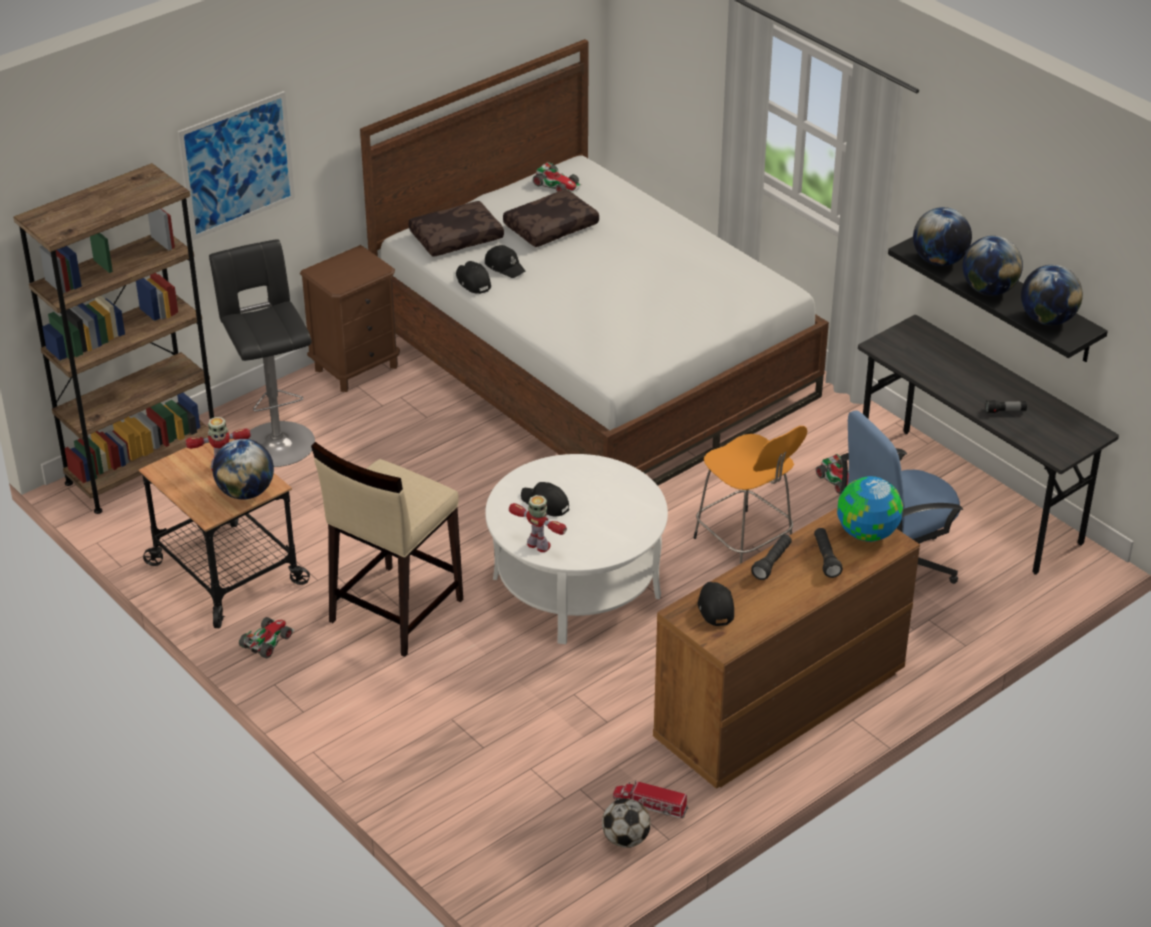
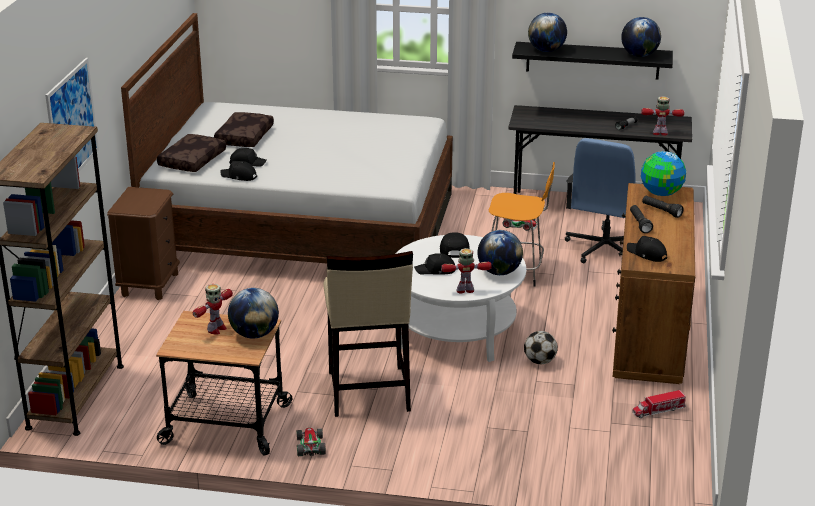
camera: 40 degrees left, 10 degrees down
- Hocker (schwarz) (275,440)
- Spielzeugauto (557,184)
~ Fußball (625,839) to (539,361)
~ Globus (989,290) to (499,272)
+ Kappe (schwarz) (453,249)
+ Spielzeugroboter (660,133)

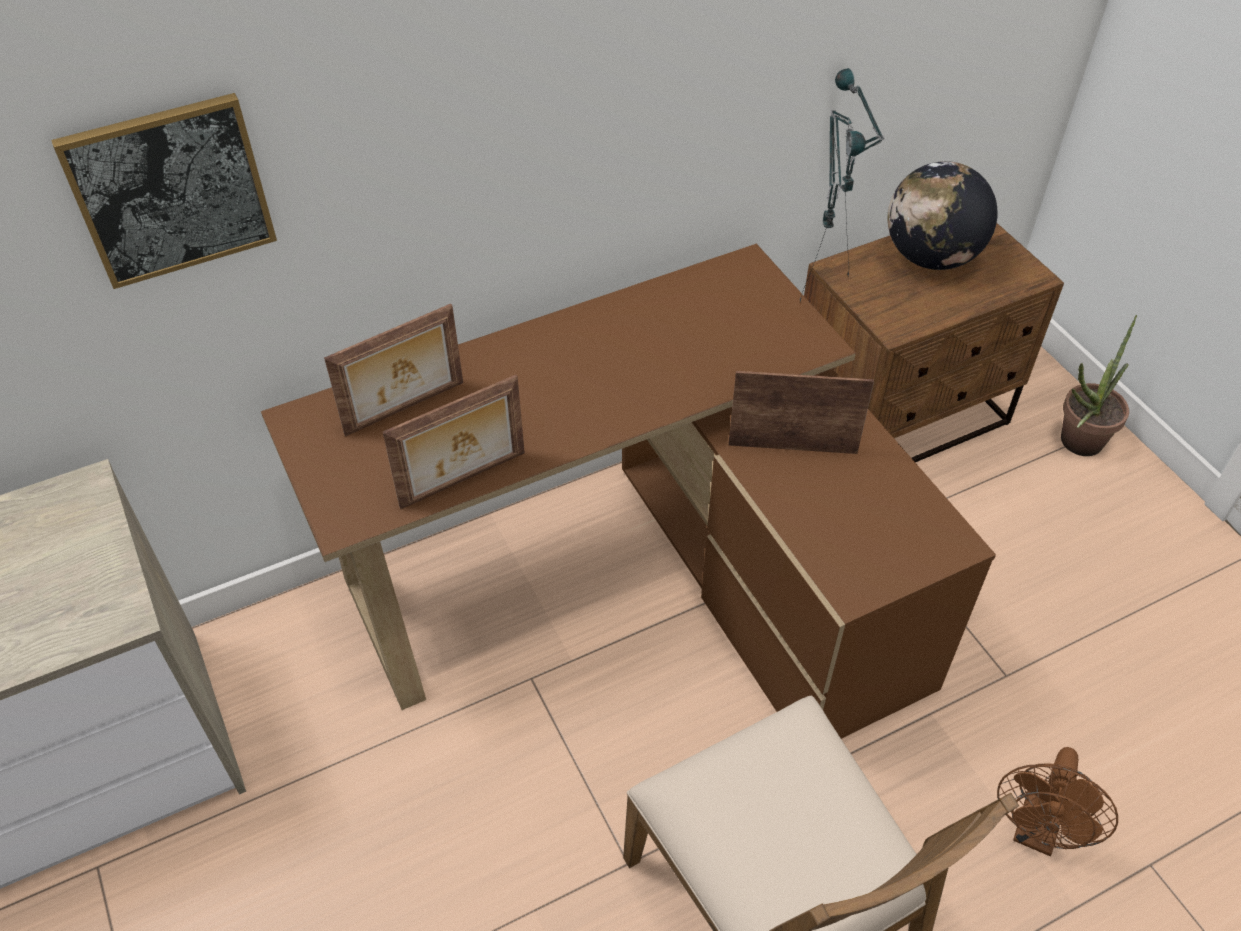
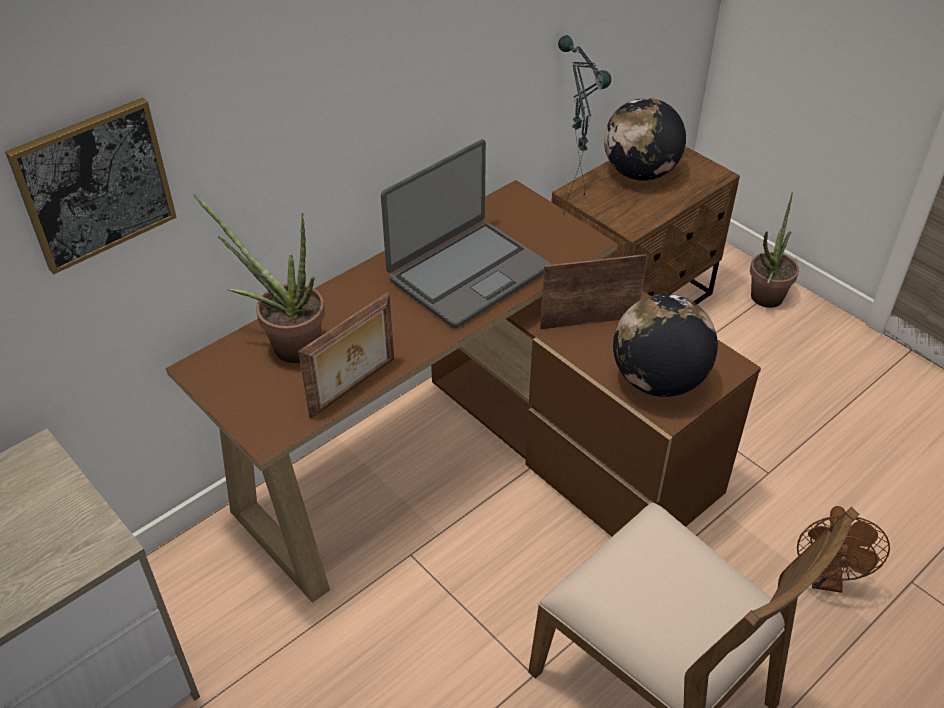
camera: 15 degrees left, 5 degrees down
~ Bilderrahmen (406,409) to Topfpflanze (287,345)
+ Laptop (467,274)
+ Globus (658,380)

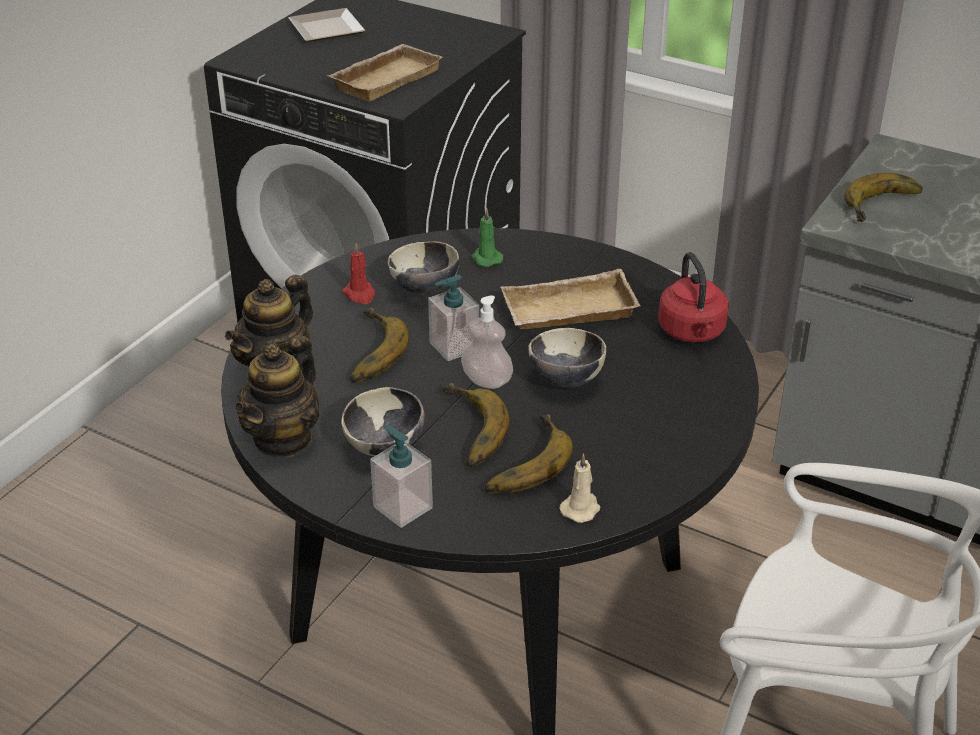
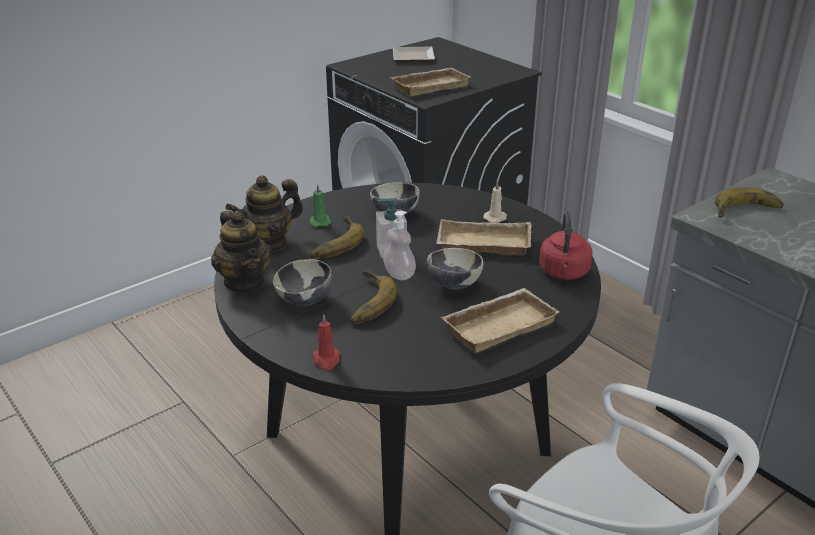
camera: 20 degrees right, 5 degrees down
~ Teekanne (283,439) = (245,282) 75 degrees counterclockwise
~ Kerze (rot) (360,294) to (326,360)
- Seifenspender (402,507)
~ Kerze (grün) (486,258) to (319,221)
- Banane (521,462)
~ Kerze (beige) (581,508) to (496,218)
+ Tablett (beige) (498,324)

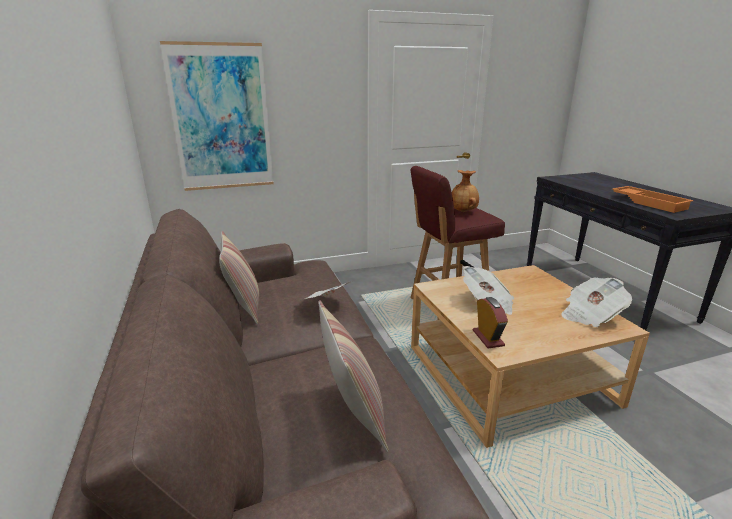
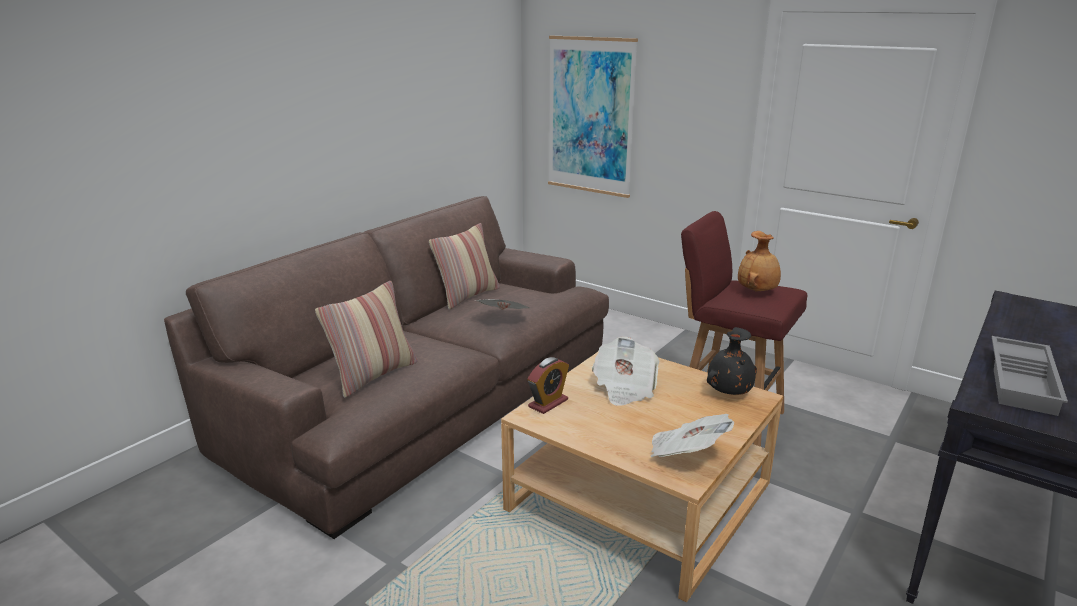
camera: 55 degrees right, 0 degrees up
~ Tablett (orange) (649,203) to Tablett (grau) (1024,382)
+ Vase (schwarz) (728,392)

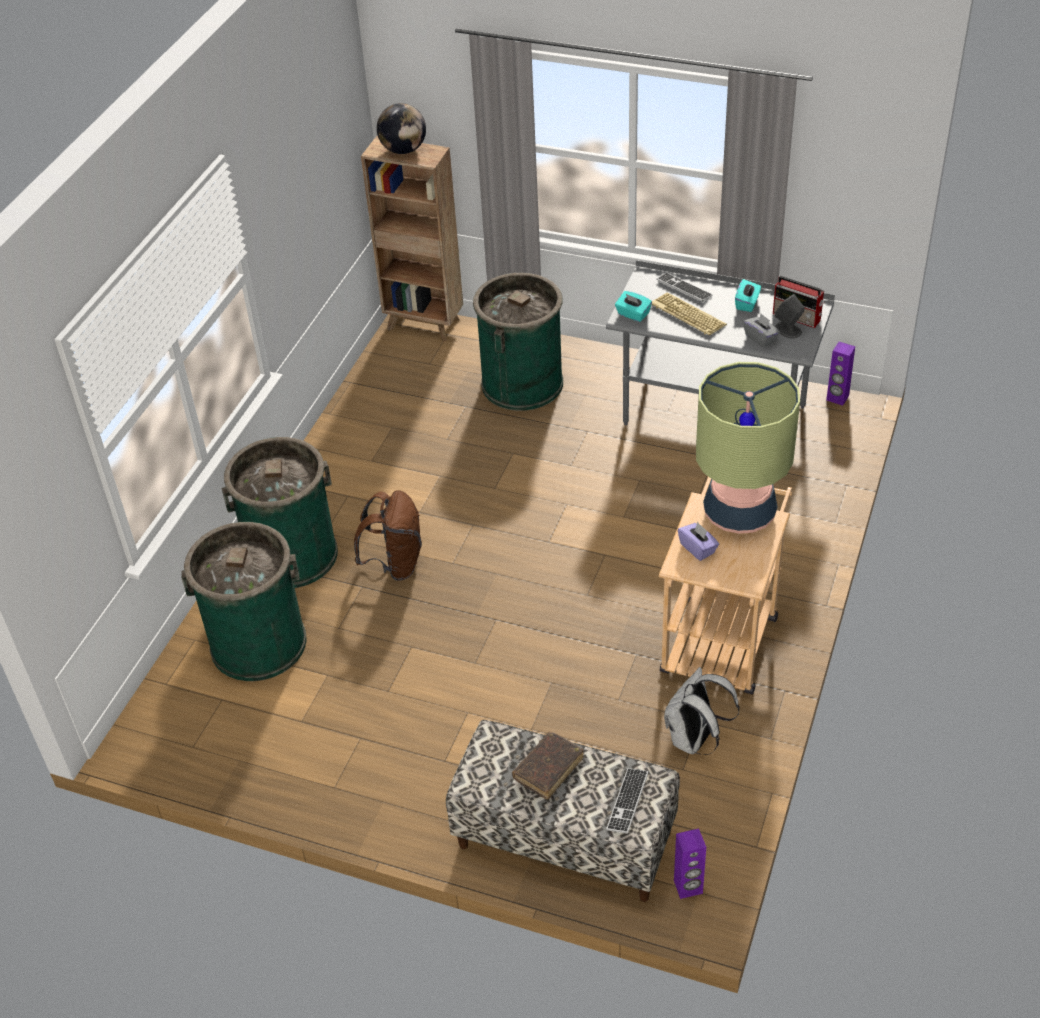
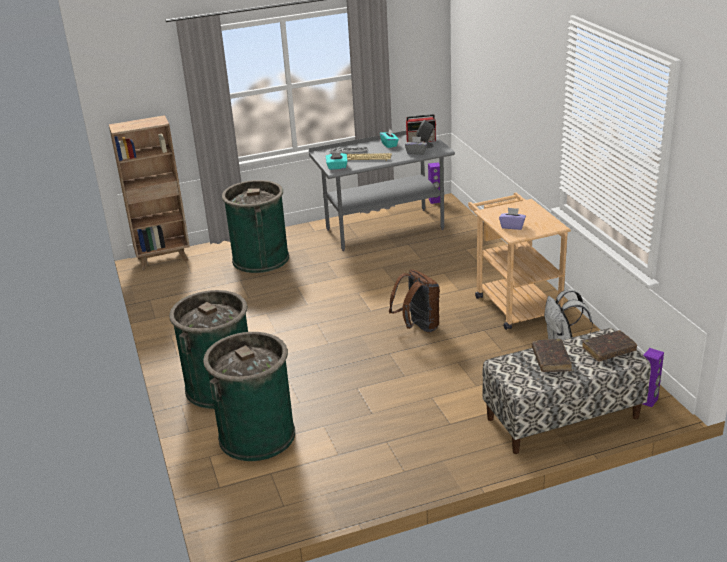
camera: 40 degrees left, 15 degrees down
~ Rucksack (braun) (395,564) to (418,327)
- Globus (403,150)
~ Tastatur (627,801) to Buch (braun) (608,350)
- Tischlampe (739,512)

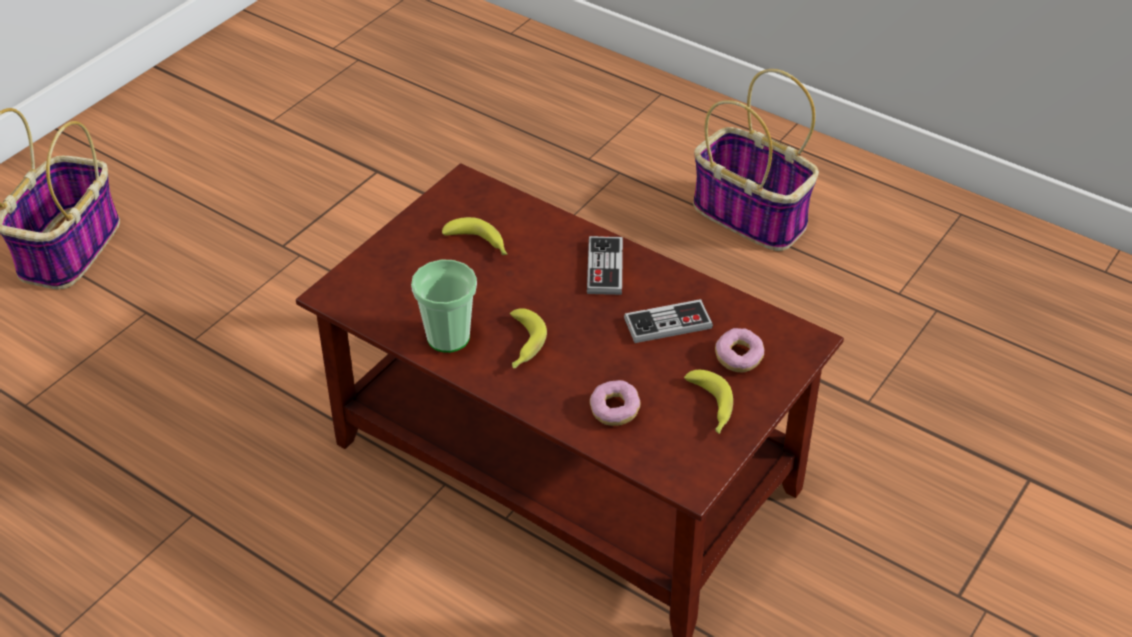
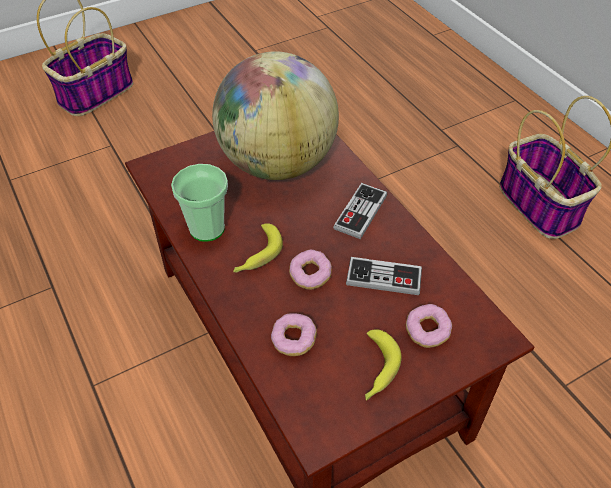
camera: 25 degrees right, 5 degrees up
~ Banane (479,244) to Globus (277,163)
+ Donut (310,275)

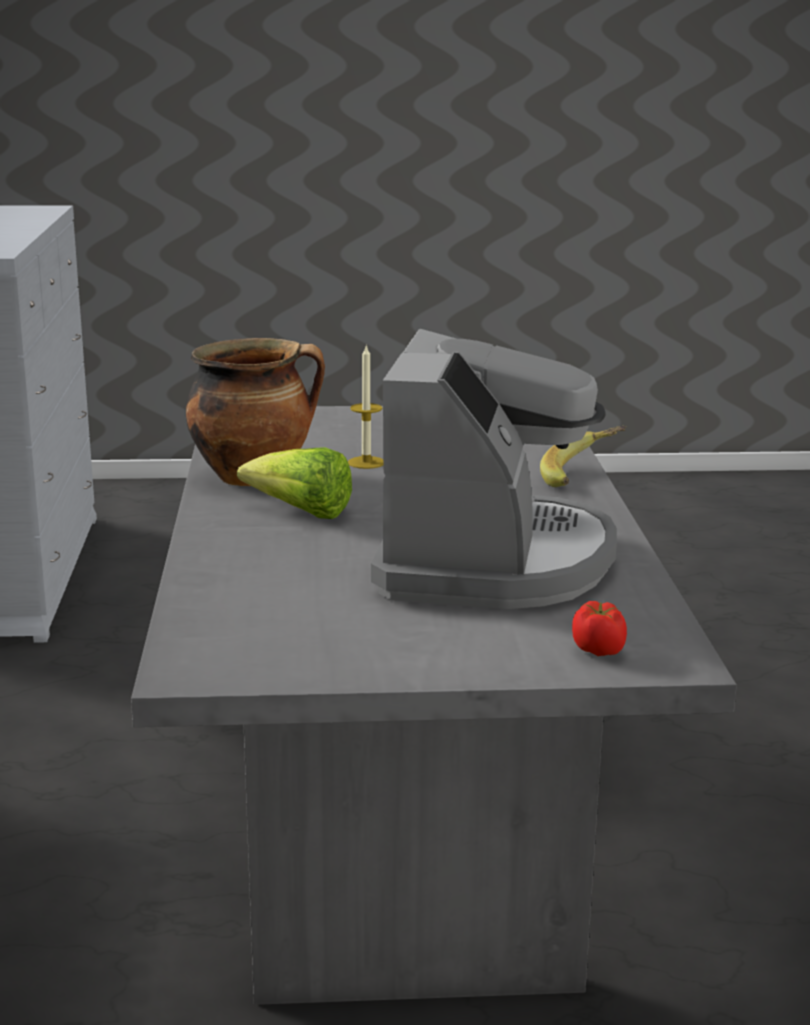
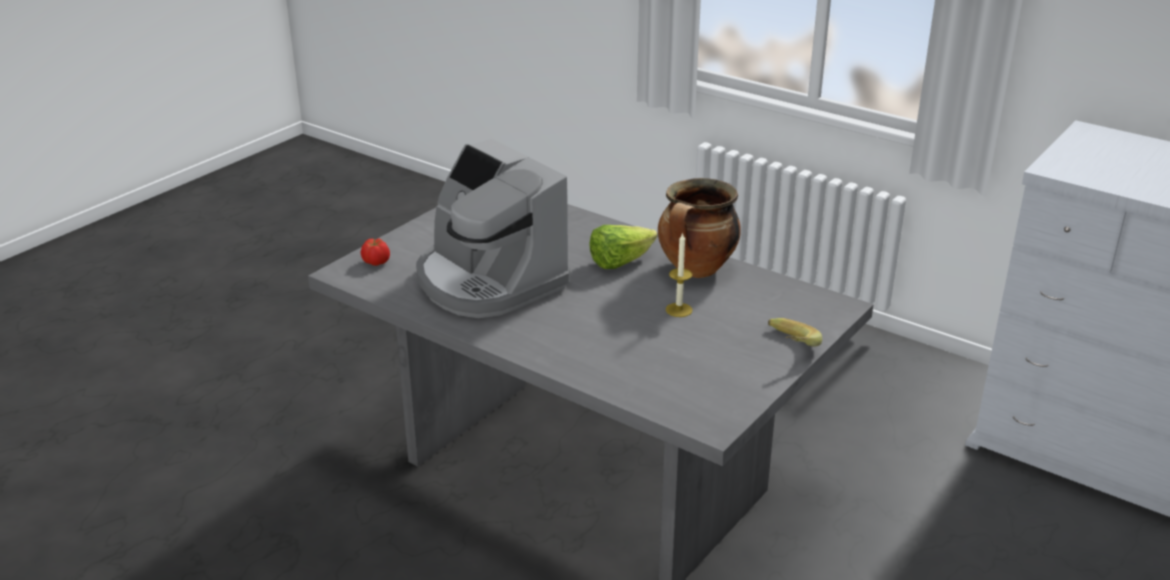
camera: 130 degrees right, 10 degrees up
~ Banane (583,478) to (787,347)

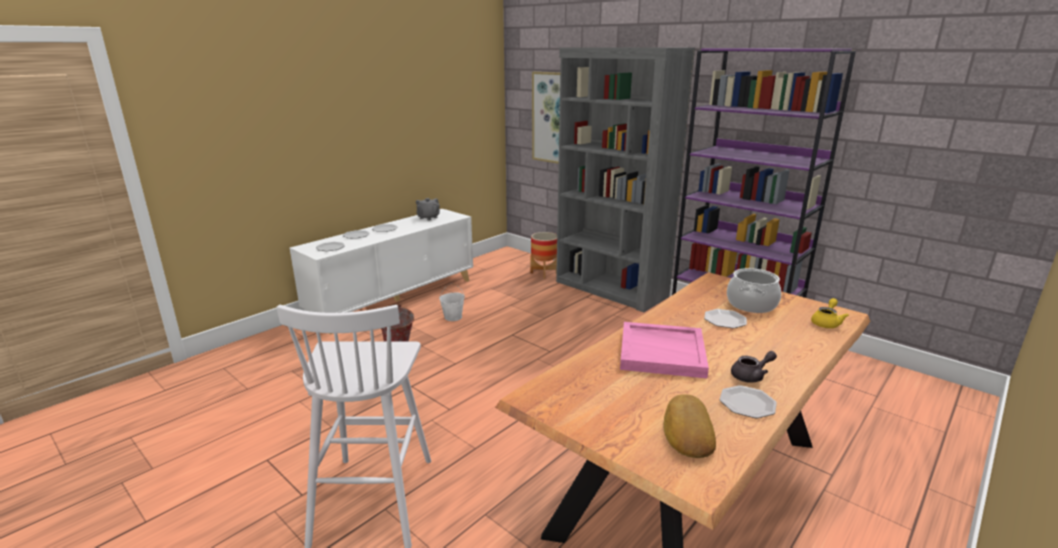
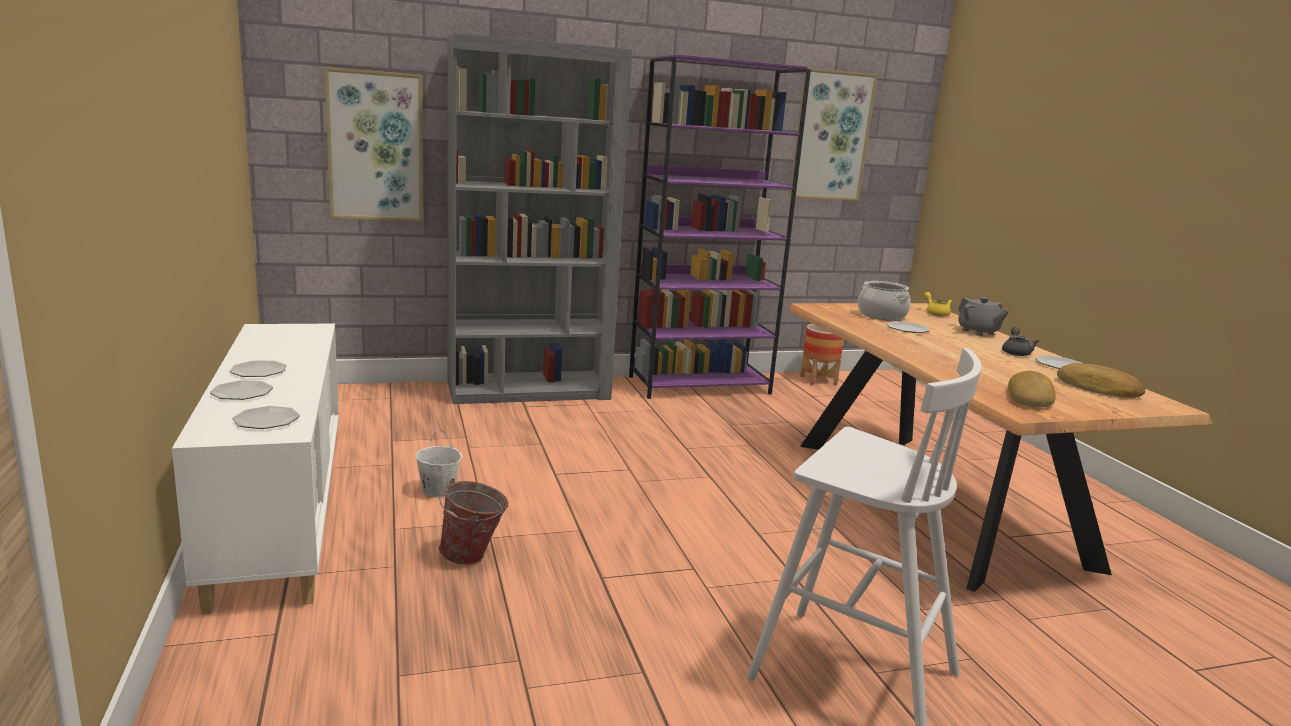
camera: 60 degrees left, 5 degrees down
~ Teekanne (grau) (428,217) to (978,332)
~ Pflanzkübel (544,273) to (818,380)
- Tablett (rosa) (662,352)
+ Bild (831,136)
+ Brot (1031,397)

